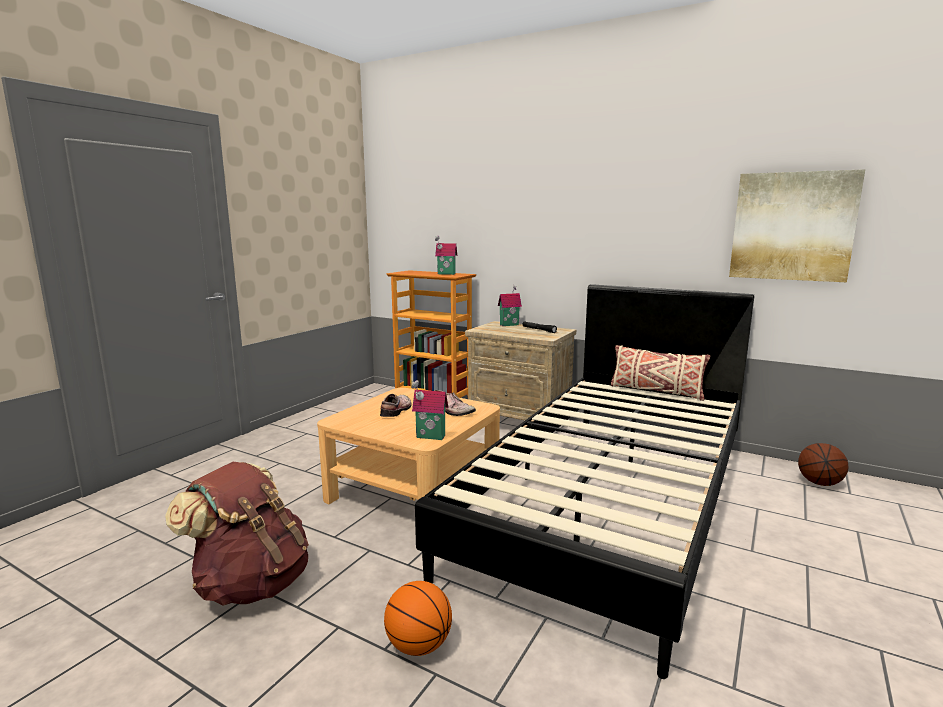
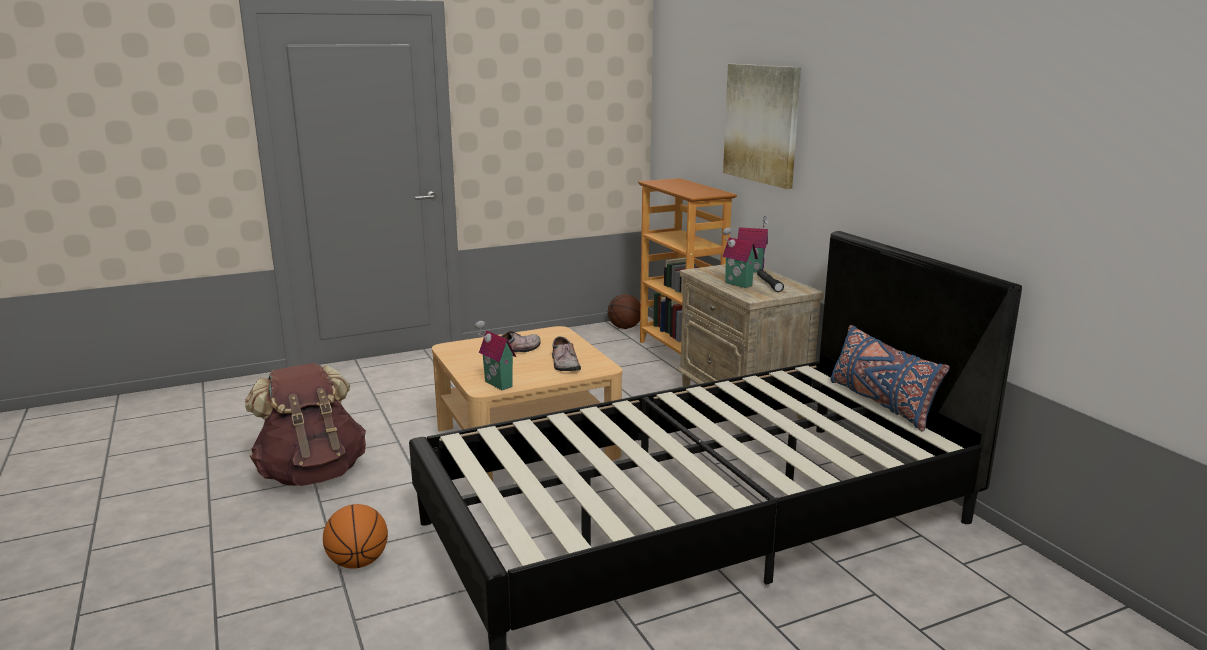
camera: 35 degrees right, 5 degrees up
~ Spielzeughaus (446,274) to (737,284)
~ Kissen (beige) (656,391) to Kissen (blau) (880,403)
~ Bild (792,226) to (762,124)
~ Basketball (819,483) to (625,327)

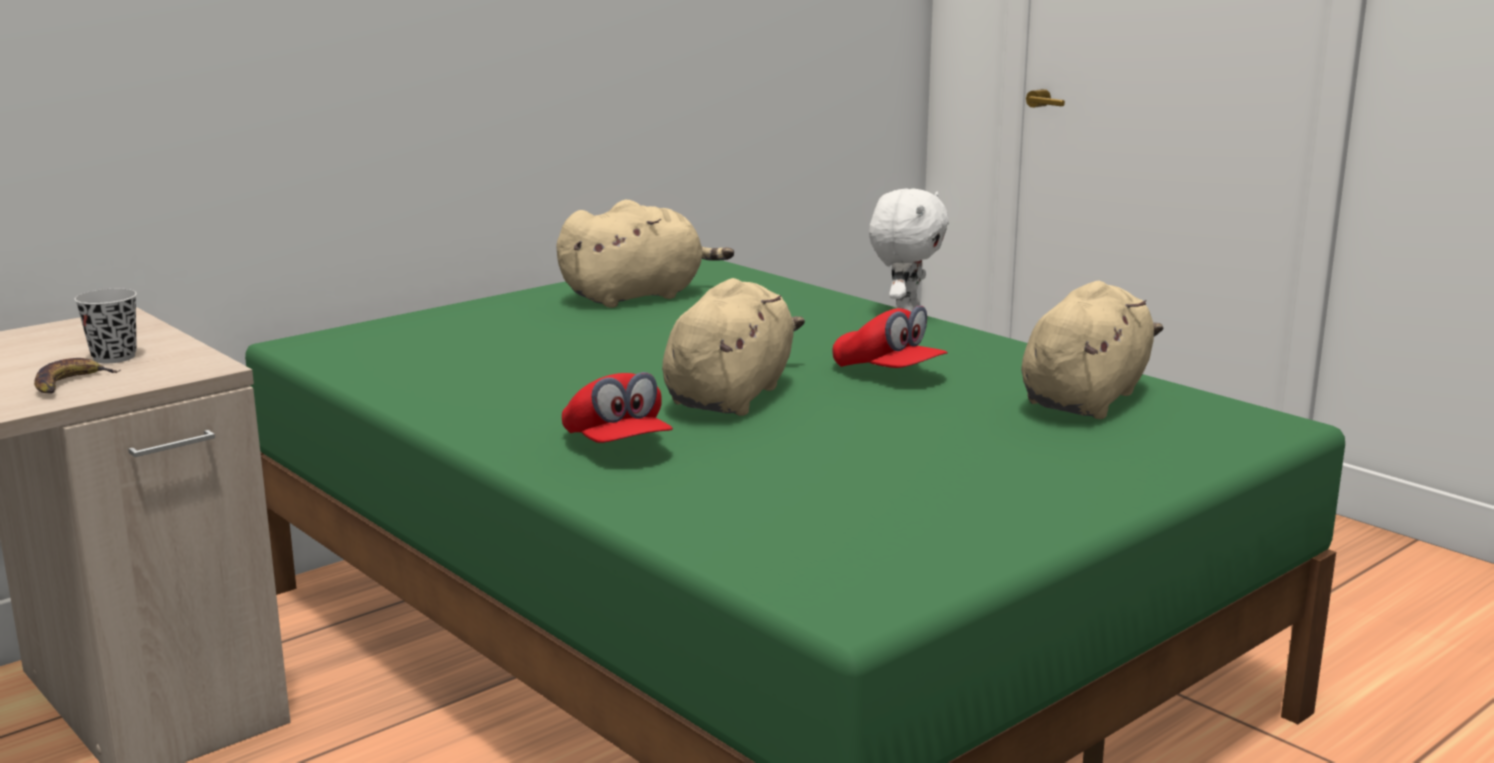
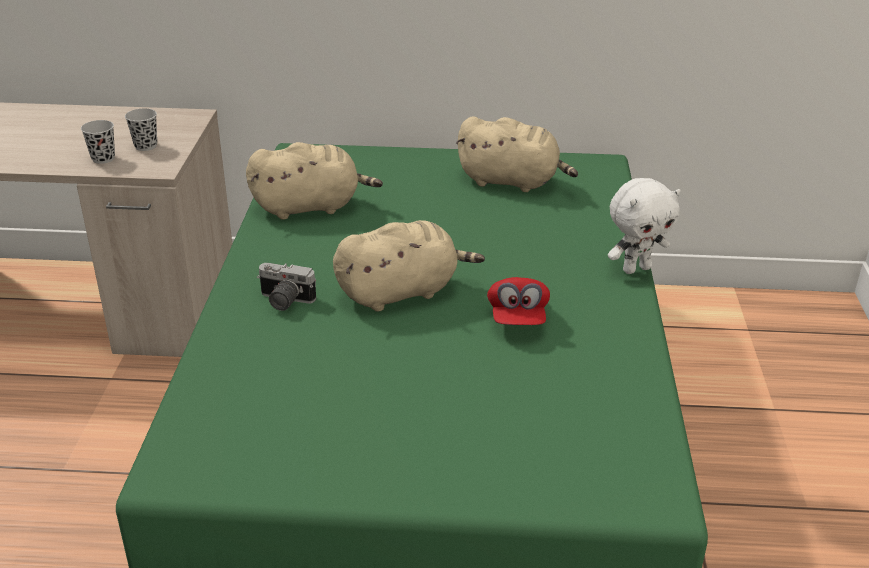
camera: 45 degrees right, 15 degrees up
~ Banane (70,383) to Tasse (schwarz) (103,158)
~ Kappe (rot) (617,446) to Kamera (284,301)
~ Plüschtier (beige) (1086,398) to (311,207)

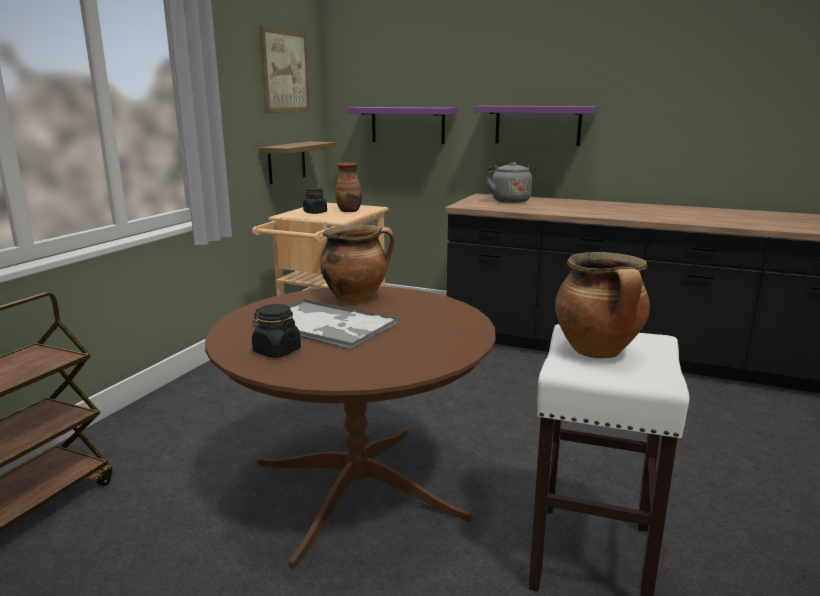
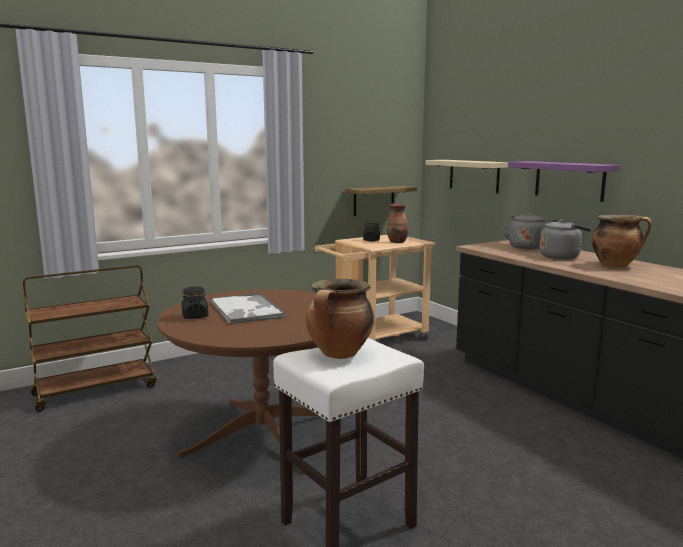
camera: 35 degrees right, 5 degrees down
- Bild (285,71)
~ Kochtopf (356,298) to (616,265)
~ Wandregal (lila) (408,125) to Wandregal (beige) (474,175)
+ Wasserkessel (grau) (561,257)

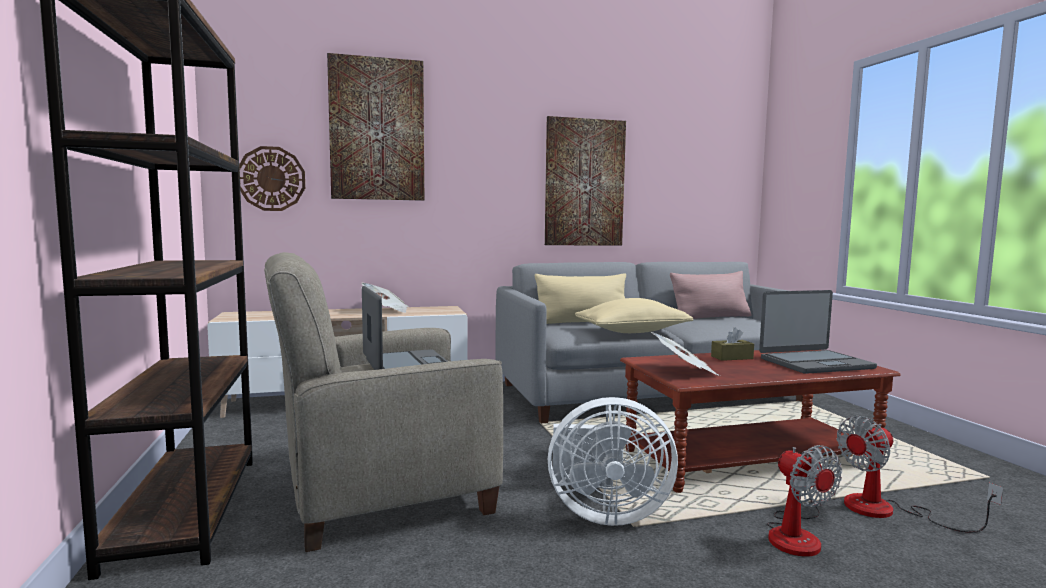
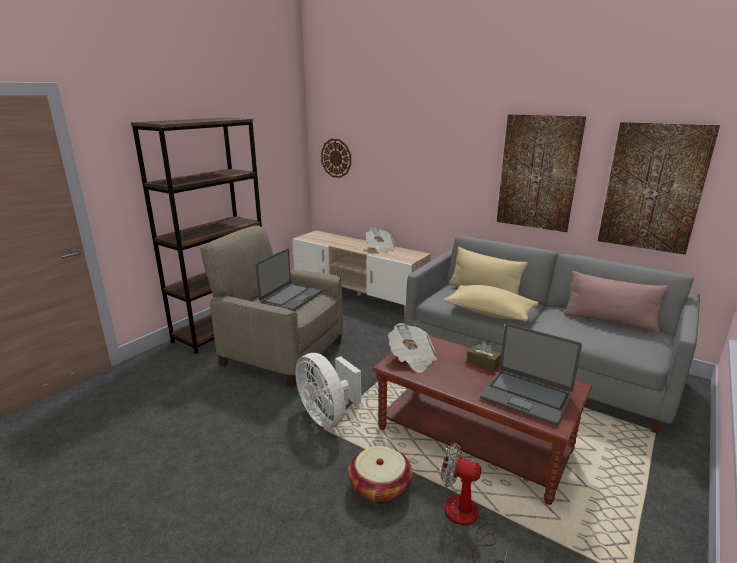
camera: 50 degrees right, 15 degrees up
~ Bild (377,129) to (653,188)
~ Ventilator (796,534) to Korb (380,487)

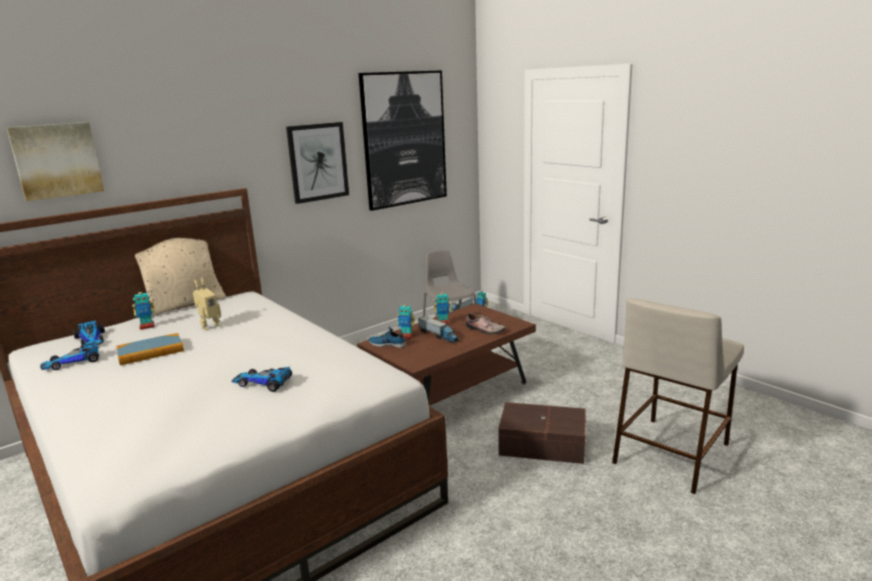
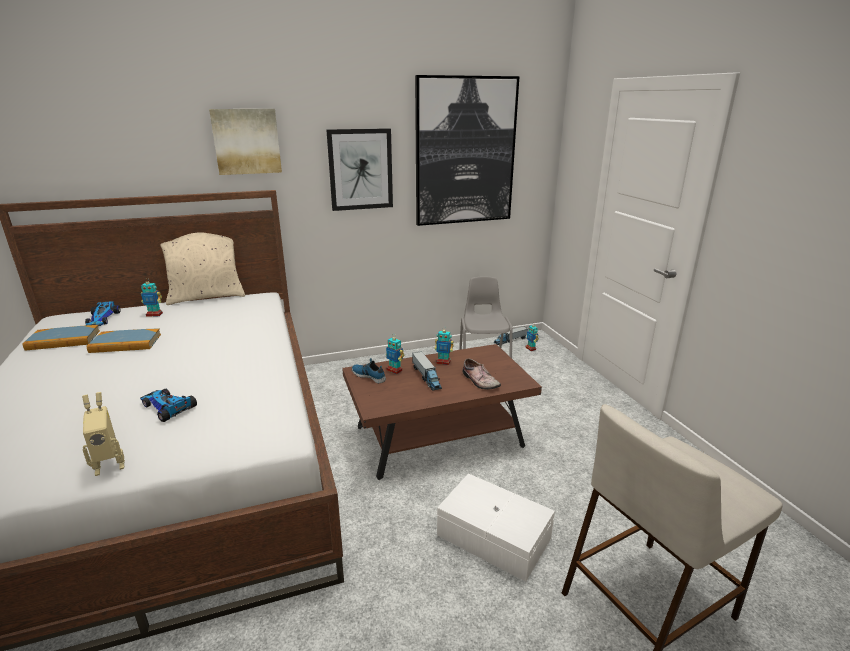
camera: 20 degrees right, 5 degrees up
~ Bild (57,160) to (246,141)
~ Spielzeugauto (73,362) to Buch (63,340)
~ Spielzeugroboter (209,326) to (110,465)
~ Aufbewahrungsbox (braun) (541,444) to Aufbewahrungsbox (weiß) (493,535)

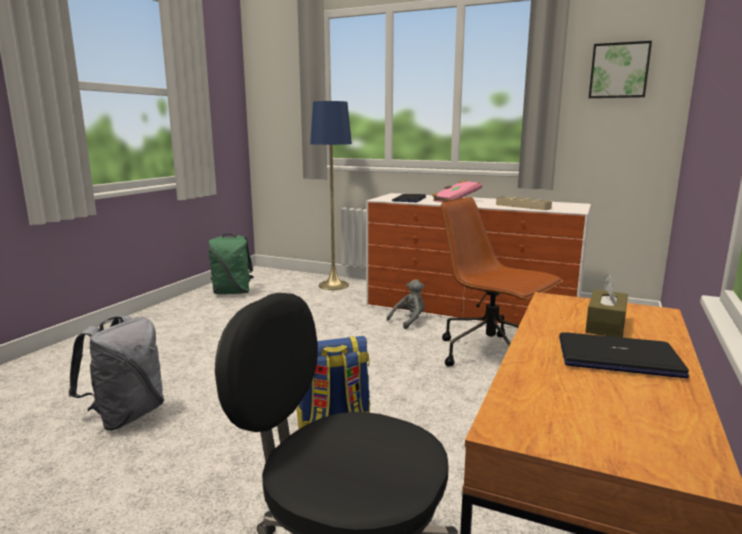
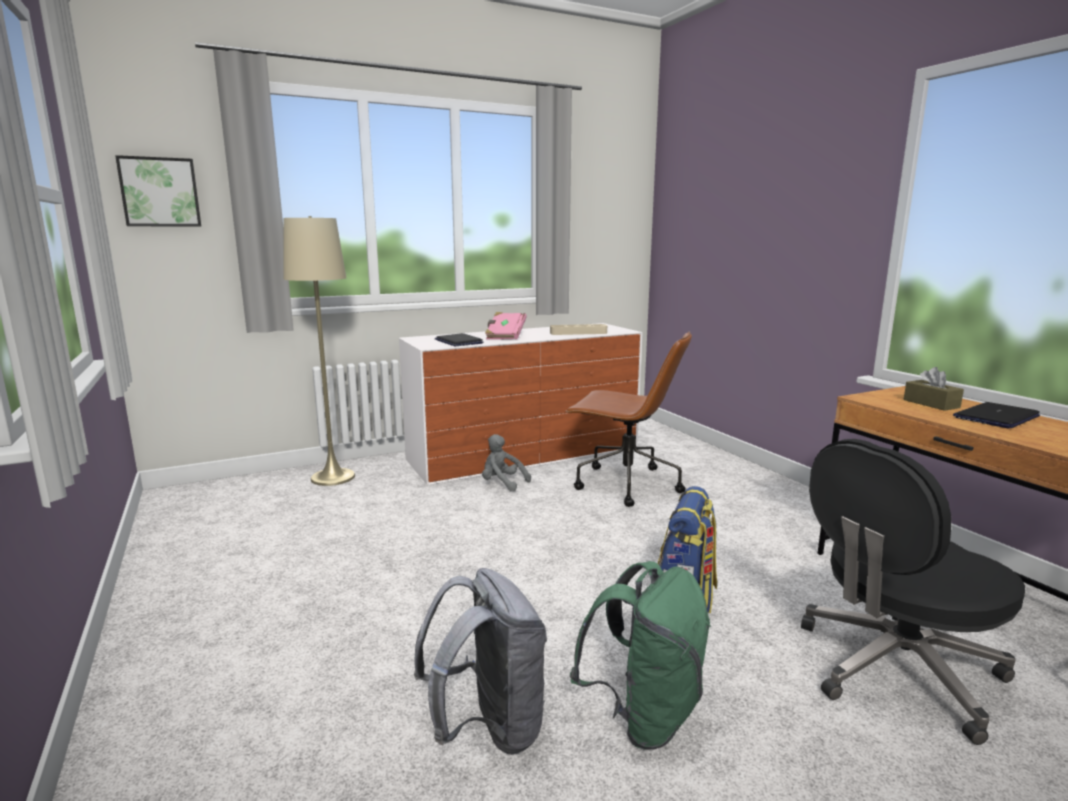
camera: 50 degrees left, 0 degrees up
~ Rucksack (grün) (233,292) to (644,716)
~ Stehlampe (blau) (333,285) to Stehlampe (beige) (332,477)
~ Plüschtier (grau) (409,321) = (502,483) 60 degrees counterclockwise
~ Bürostuhl (braun) (491,354) = (625,484) 150 degrees counterclockwise
~ Bild (619,70) to (160,192)

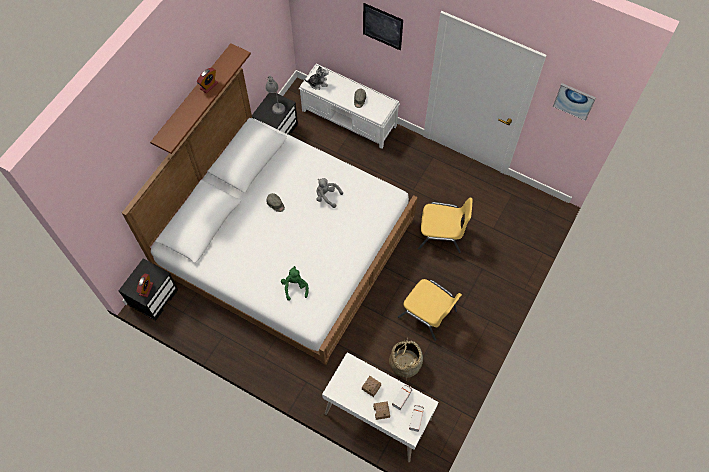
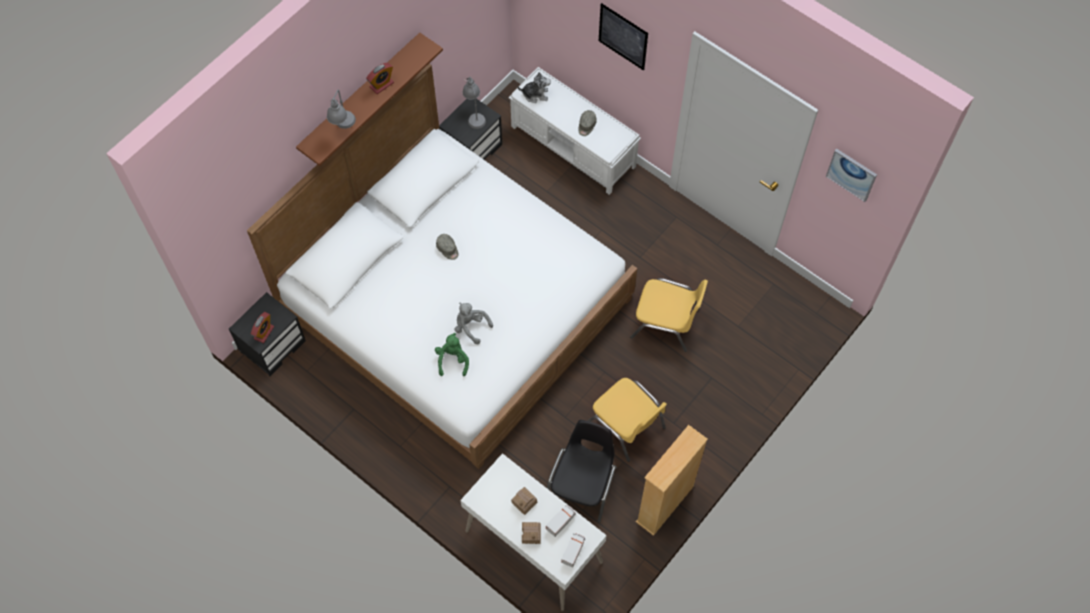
camera: 10 degrees right, 0 degrees up
~ Plüschtier (grau) (327,196) to (471,327)
~ Korb (405,363) to Stuhl (schwarz) (582,484)
+ Tischlampe (grau) (343,127)
+ Bücherregal (beige) (665,504)

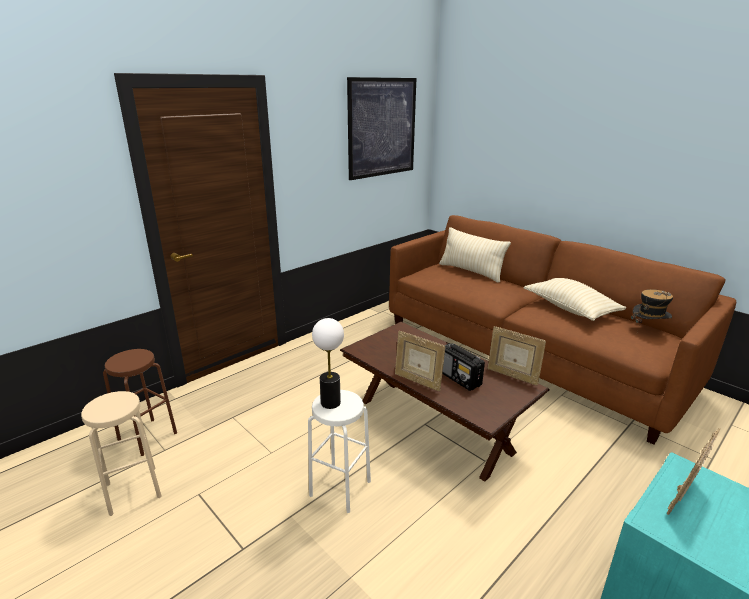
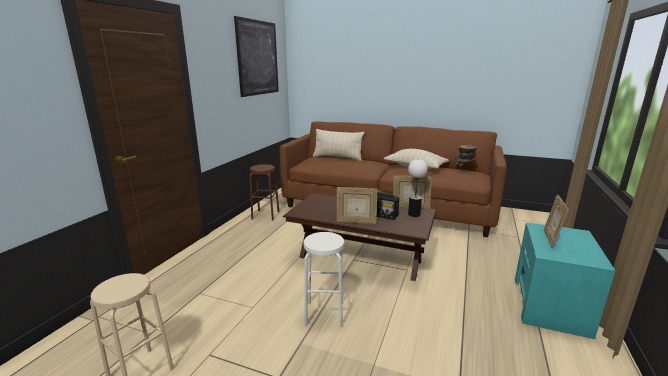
camera: 25 degrees left, 5 degrees down
~ Hocker (braun) (148,436) to (265,215)
~ Tischlampe (330,402) to (414,214)

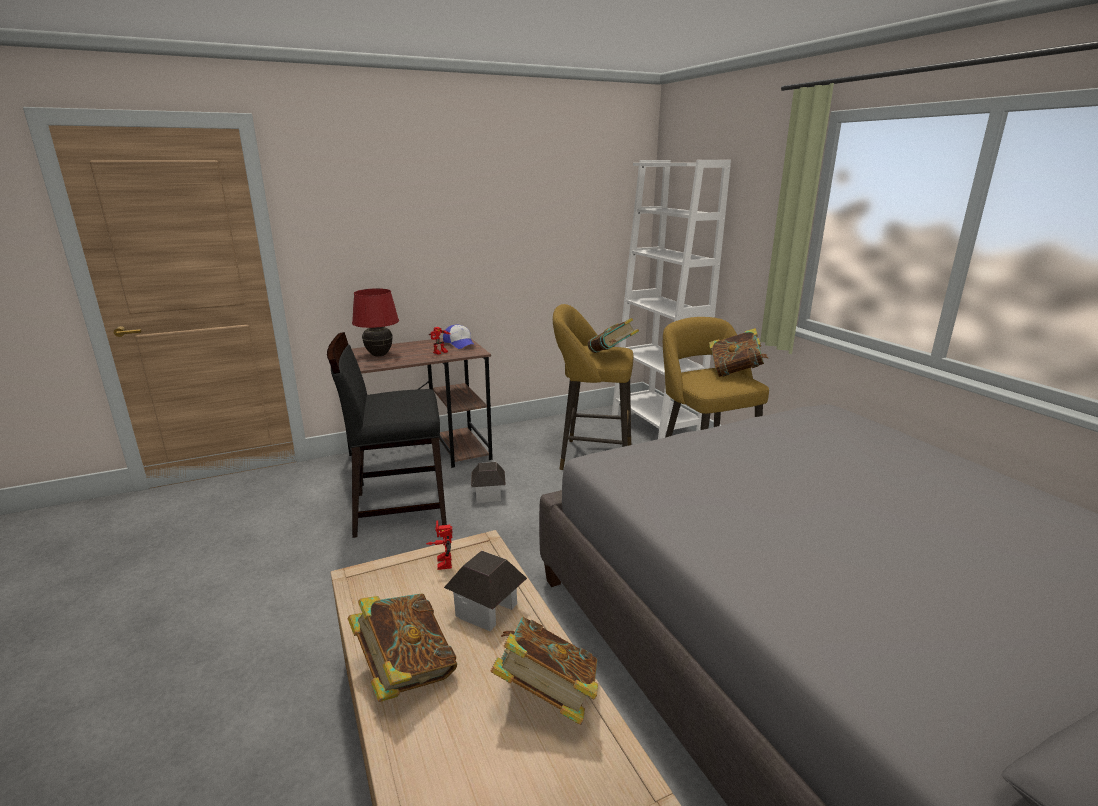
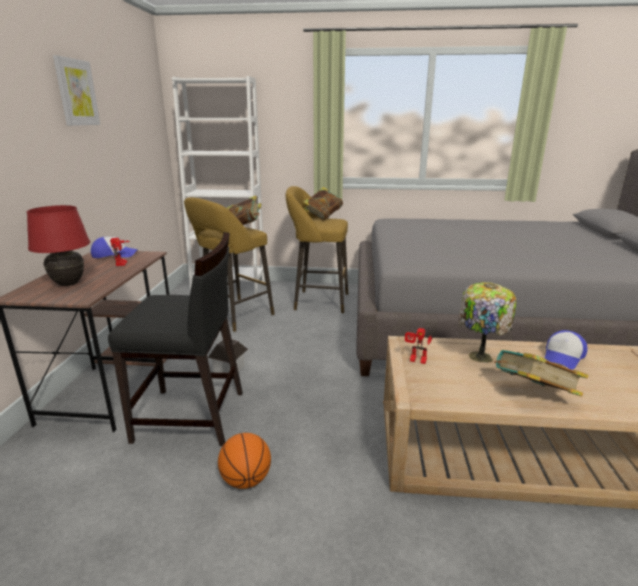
camera: 60 degrees left, 0 degrees up
~ Stuhl (schwarz) (398,509) = (191,416) 105 degrees counterclockwise
~ Spielzeughaus (487,610) to Tischlampe (479,357)
~ Buch (547,697) to Kappe (563,357)
+ Bild (76,92)
+ Basketball (246,480)

